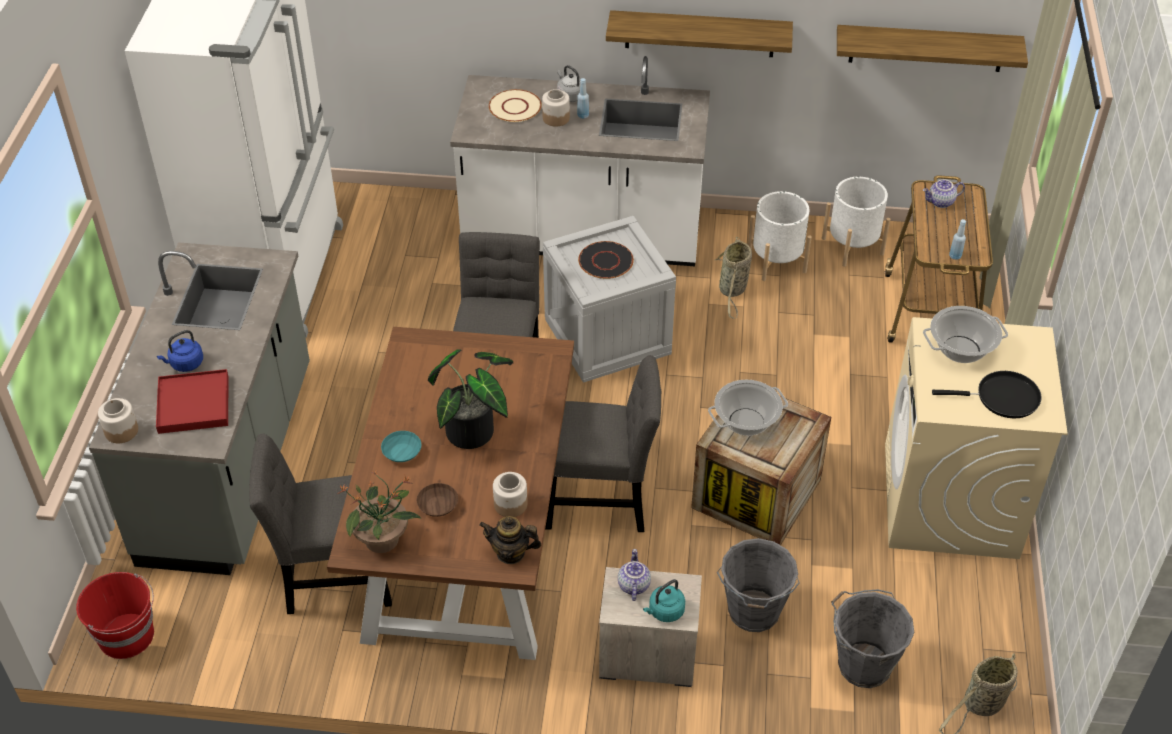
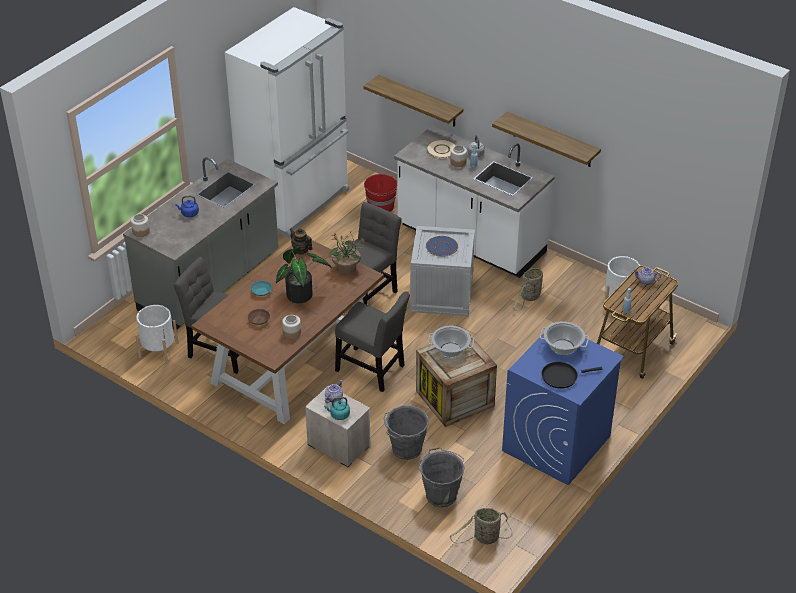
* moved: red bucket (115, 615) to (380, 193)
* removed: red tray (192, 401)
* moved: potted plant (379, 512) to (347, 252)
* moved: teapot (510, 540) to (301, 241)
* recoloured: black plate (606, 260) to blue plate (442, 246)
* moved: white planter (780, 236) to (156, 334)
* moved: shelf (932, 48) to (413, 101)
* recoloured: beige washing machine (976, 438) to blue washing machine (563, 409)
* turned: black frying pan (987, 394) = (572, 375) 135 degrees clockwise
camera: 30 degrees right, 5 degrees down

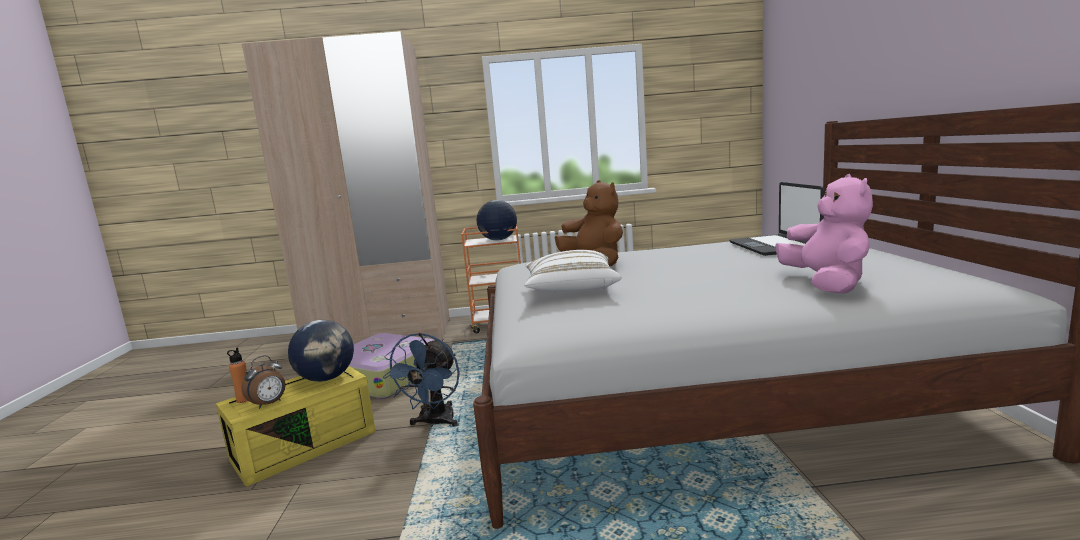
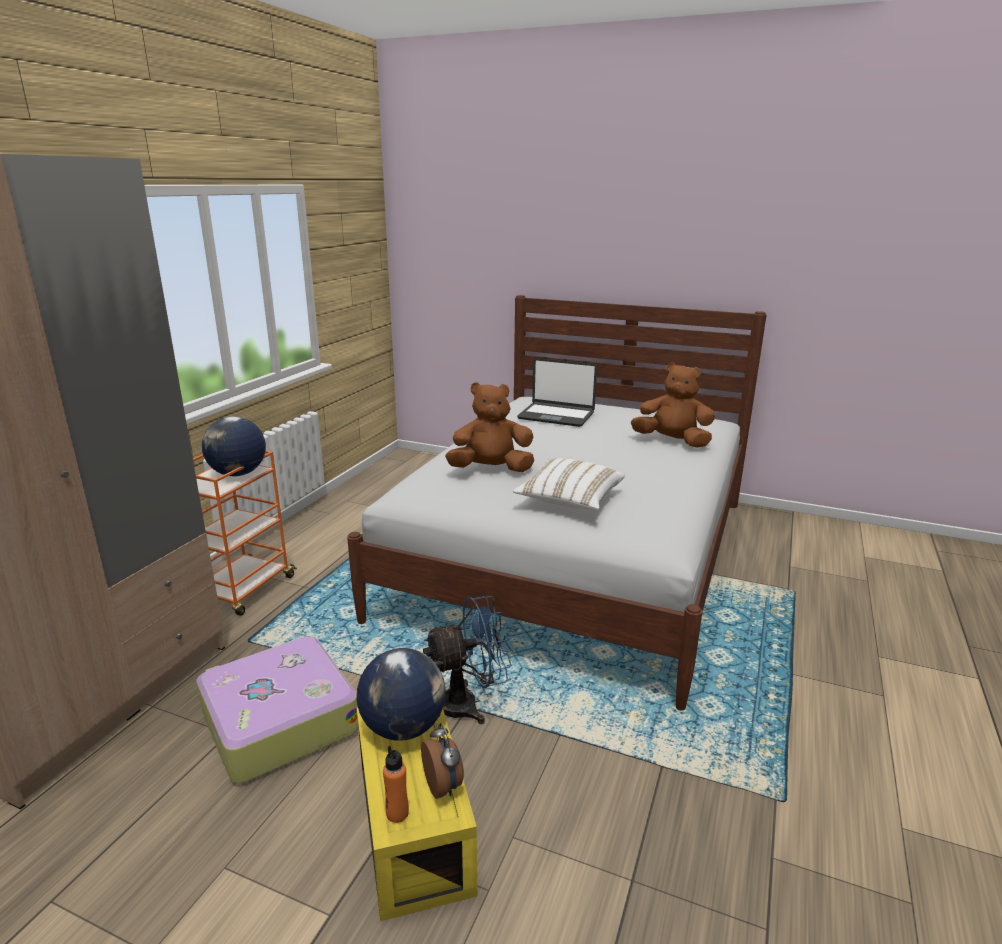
* turned: blue fan (421, 380) = (467, 660) 60 degrees counterclockwise
* recoloured: pink plush toy (824, 233) to brown plush toy (673, 405)
camera: 65 degrees left, 10 degrees up

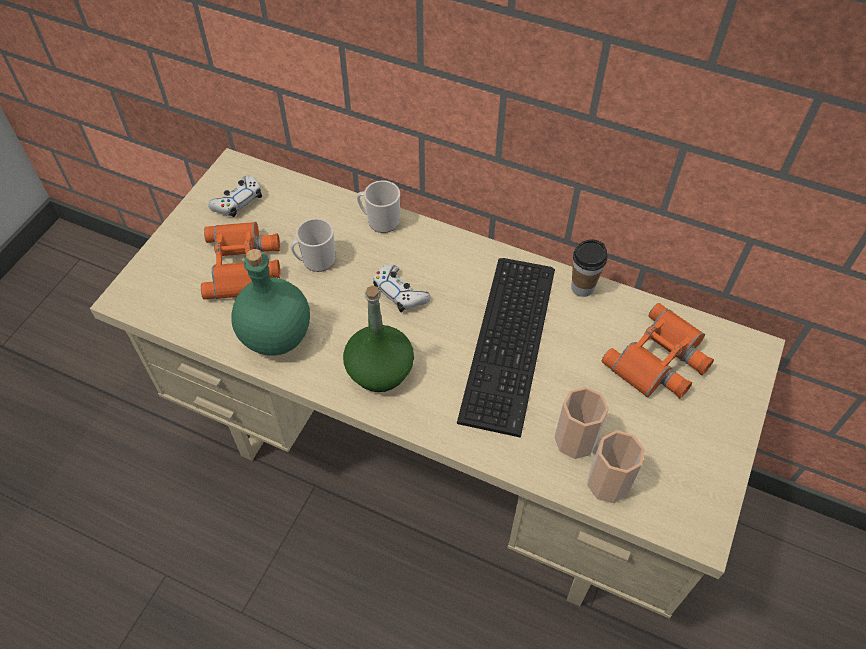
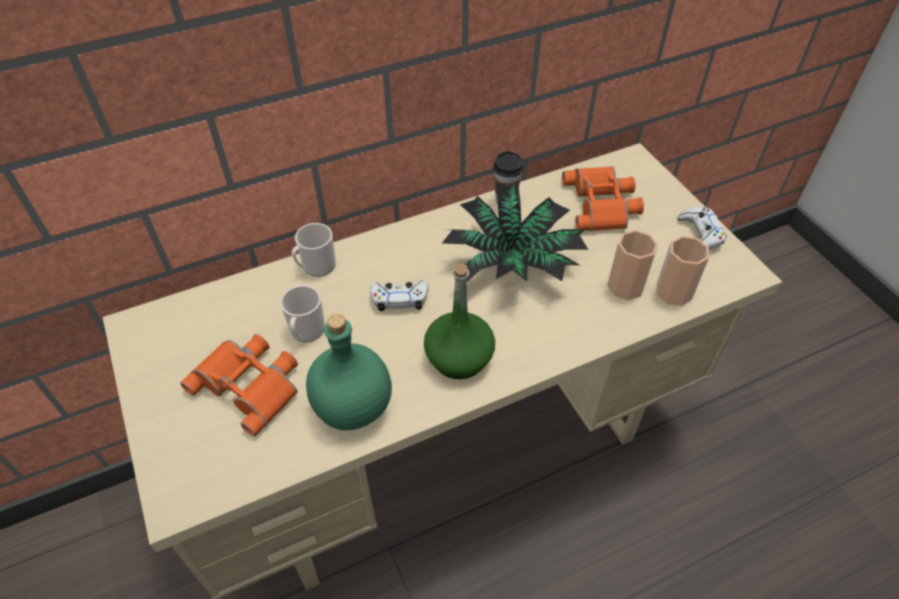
* moved: white game controller (235, 196) to (702, 228)
* replaced: keyboard (506, 347) to potted plant (515, 231)
camera: 50 degrees left, 5 degrees down

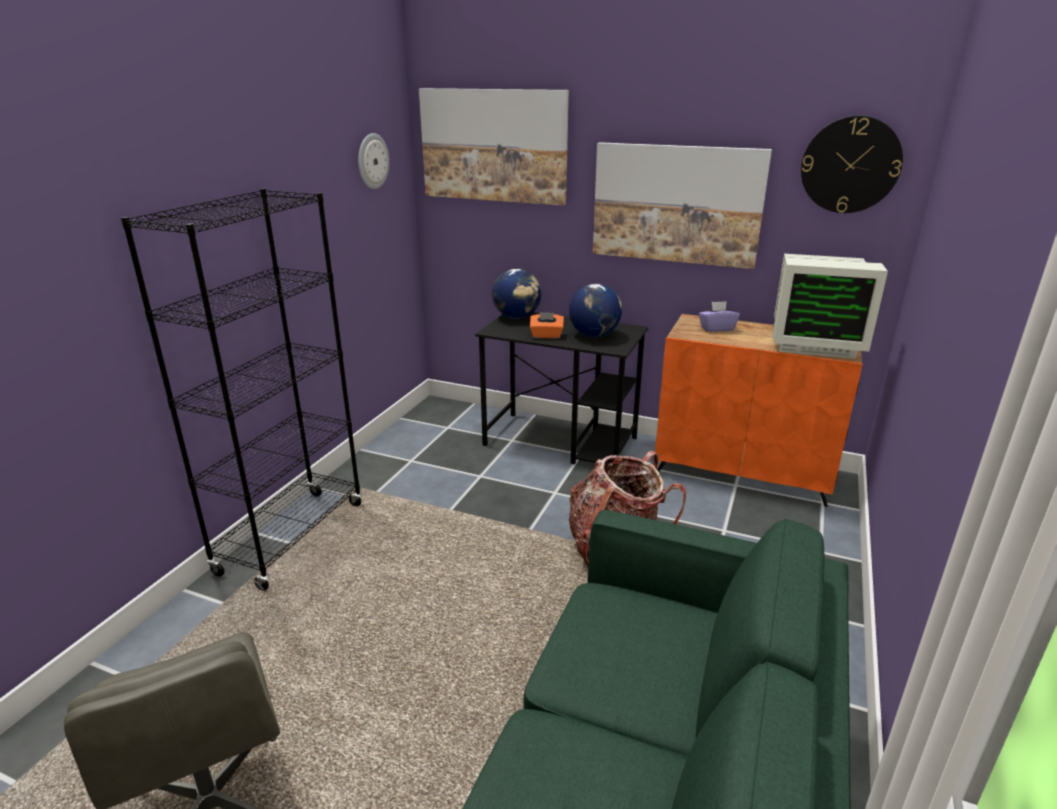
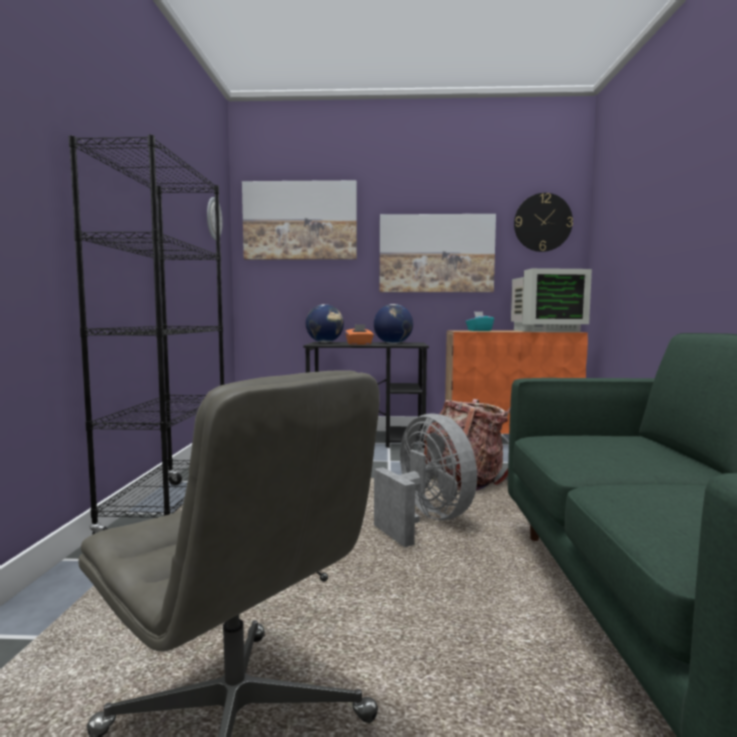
* recoloured: purple tissue box (719, 316) to turquoise tissue box (480, 321)
* added: grey fan (425, 480)
camera: 20 degrees left, 20 degrees down

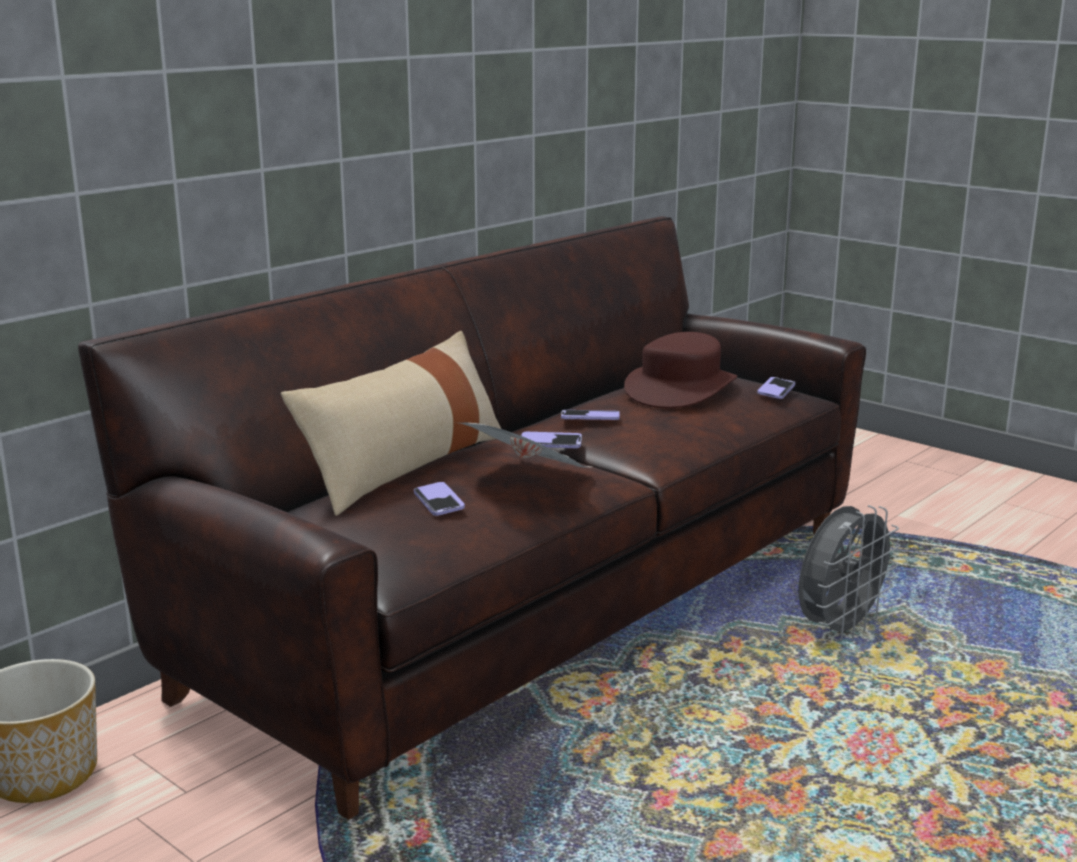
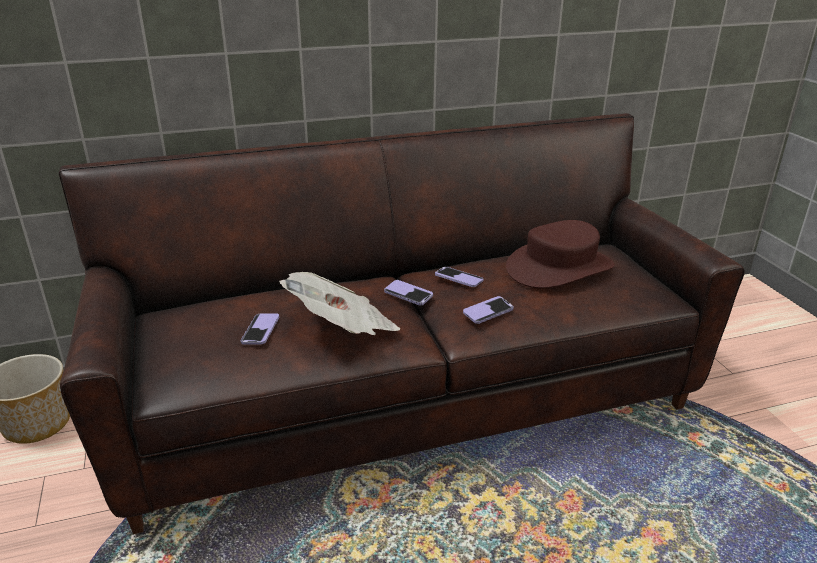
* removed: beige pillow (391, 423)
* moved: phone (776, 388) to (488, 310)
* removed: grey fan (849, 573)
camera: 30 degrees right, 10 degrees up

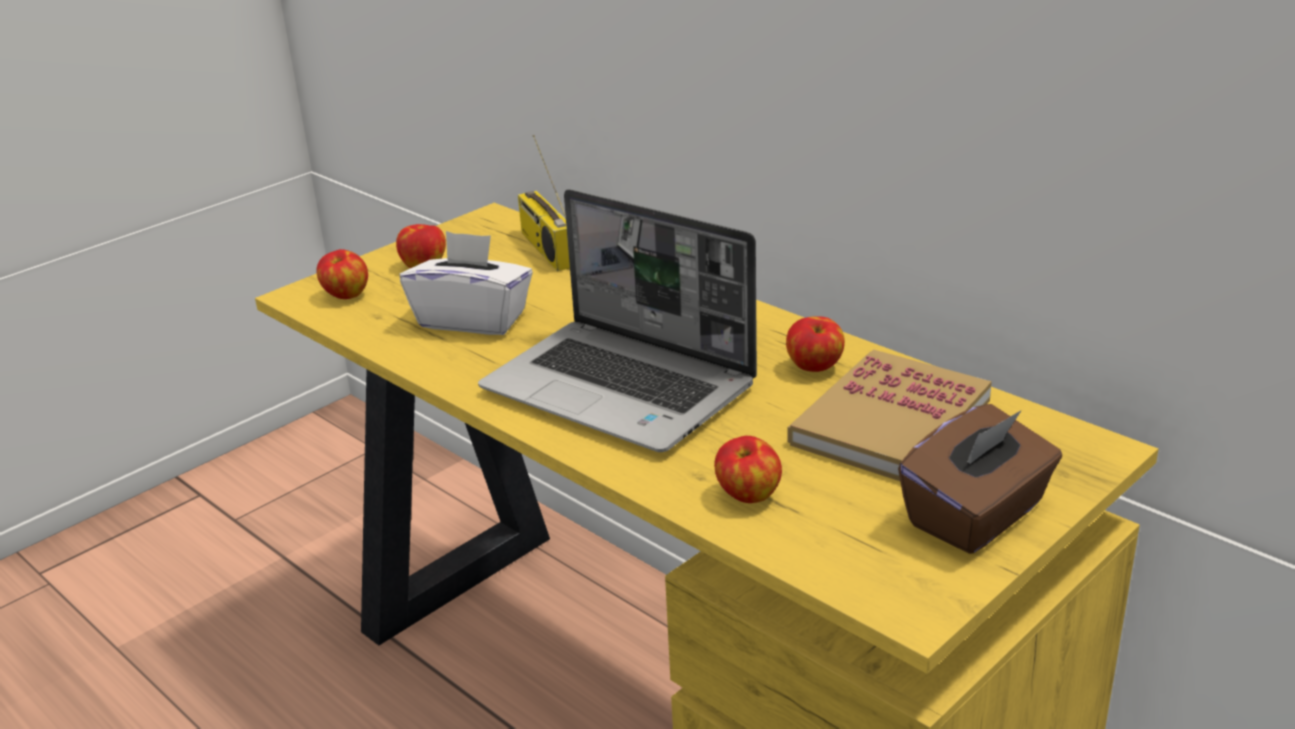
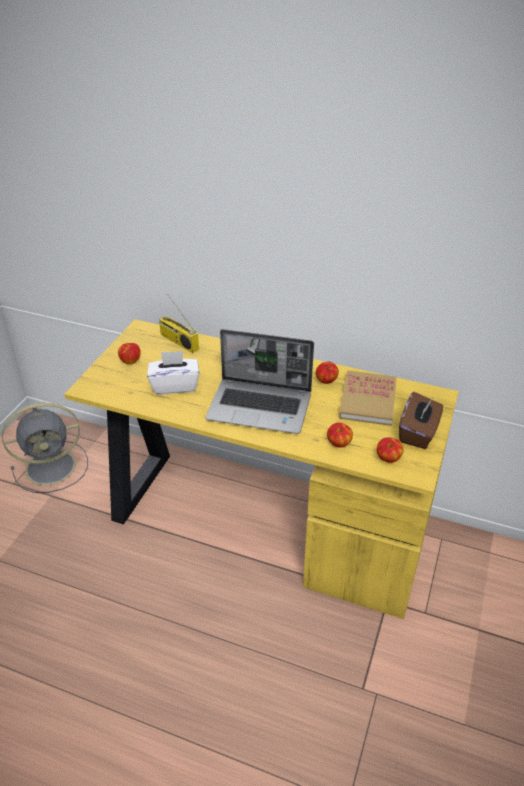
* moved: apple (342, 274) to (390, 450)
* added: grey fan (45, 448)
camera: 25 degrees left, 10 degrees up

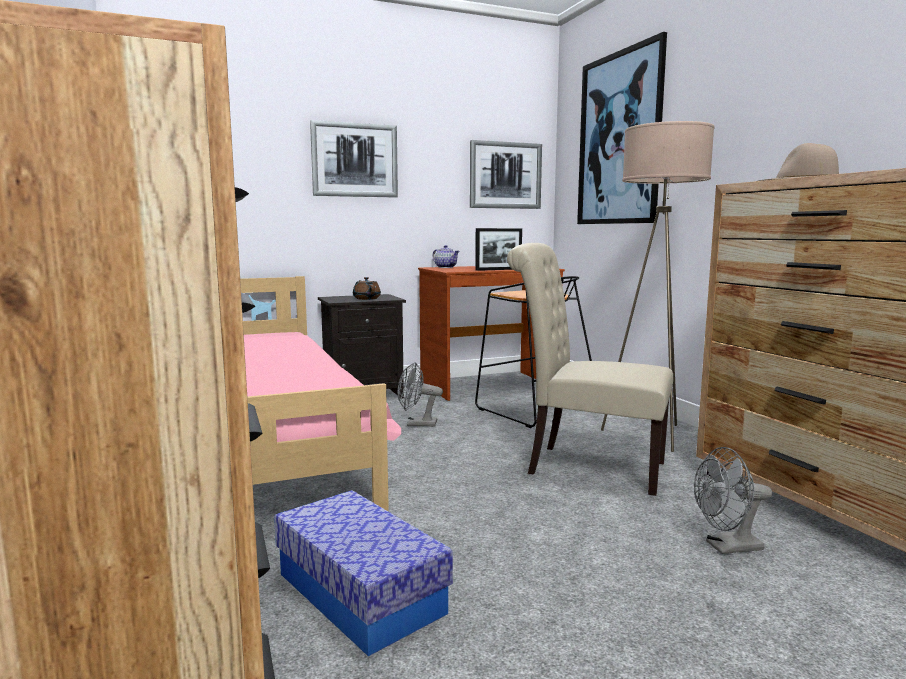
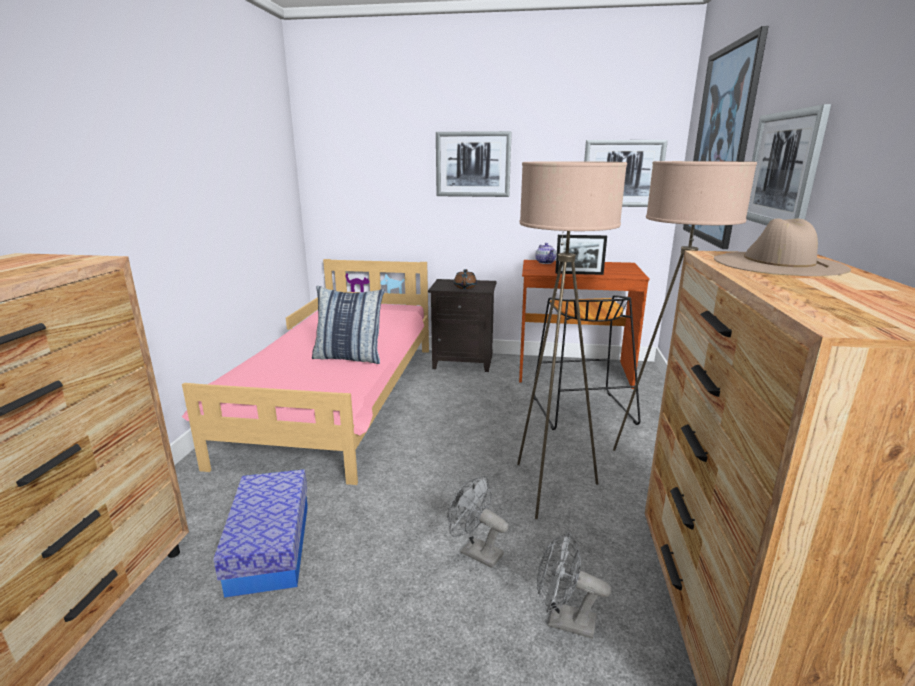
* moved: grey fan (420, 394) to (478, 522)
* replaced: beige chair (590, 369) to beige floor lamp (572, 340)
* added: pillow (348, 325)
* added: picture (788, 165)
camera: 30 degrees right, 10 degrees up

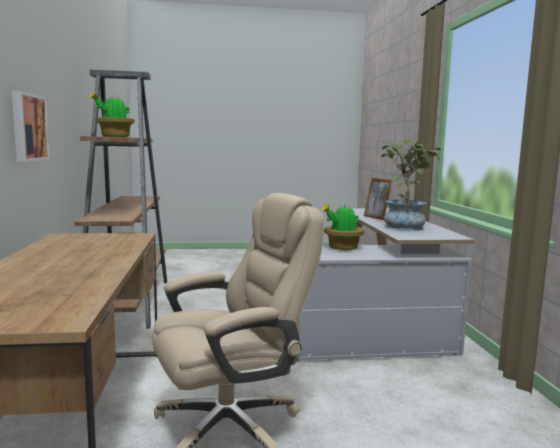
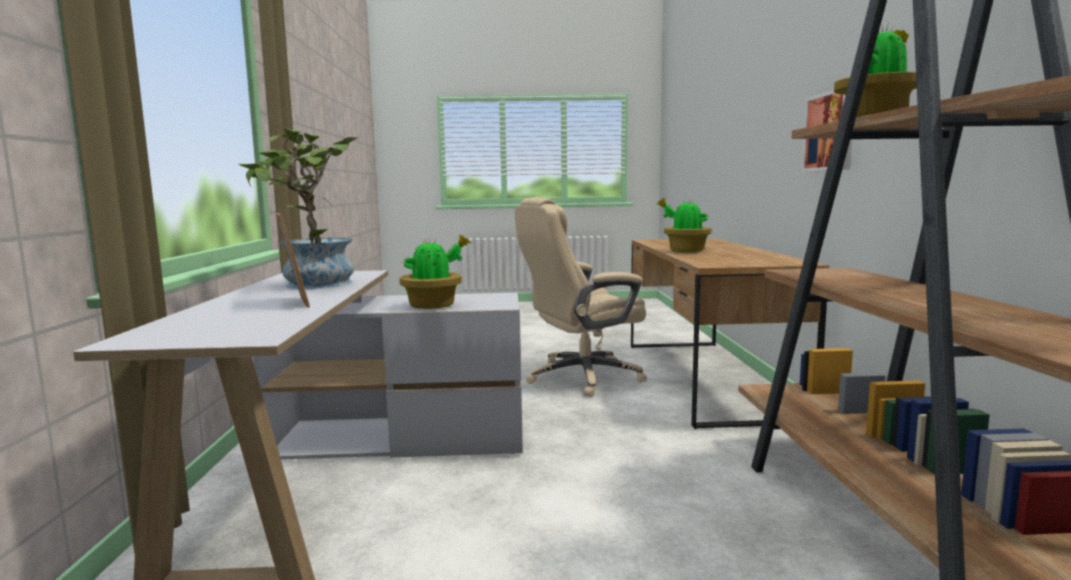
* added: potted plant (684, 225)
camera: 175 degrees left, 0 degrees up

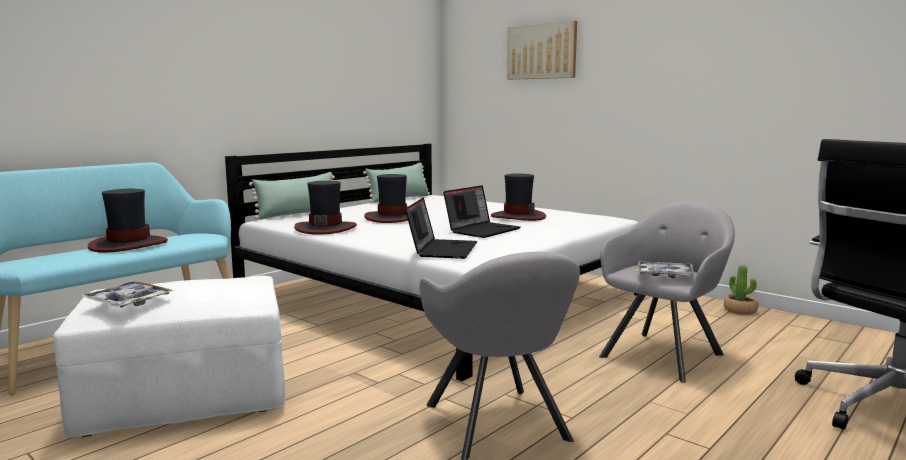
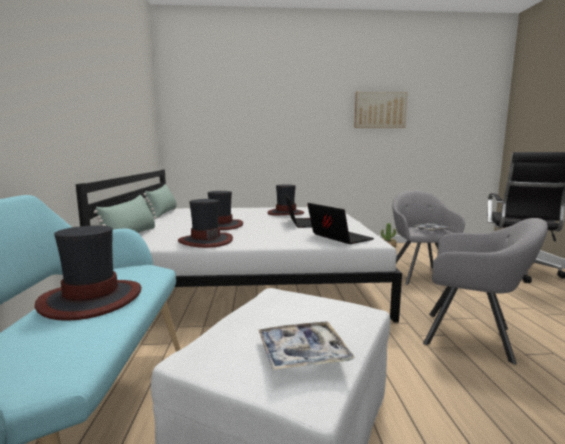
* moved: picture (542, 50) to (380, 110)
camera: 45 degrees left, 0 degrees up

